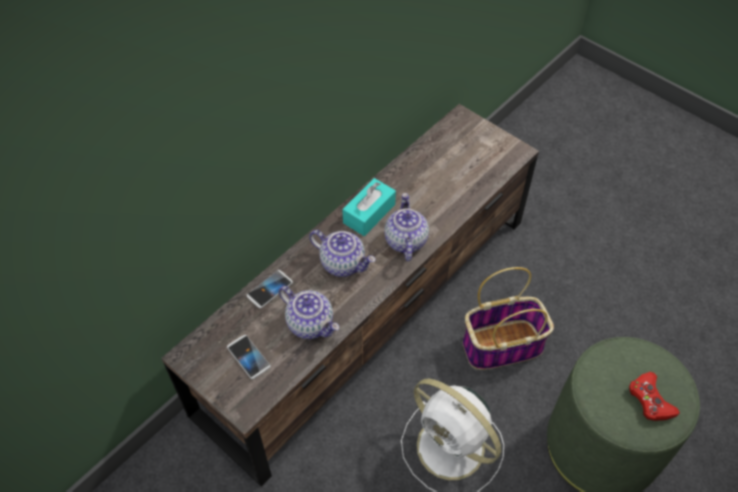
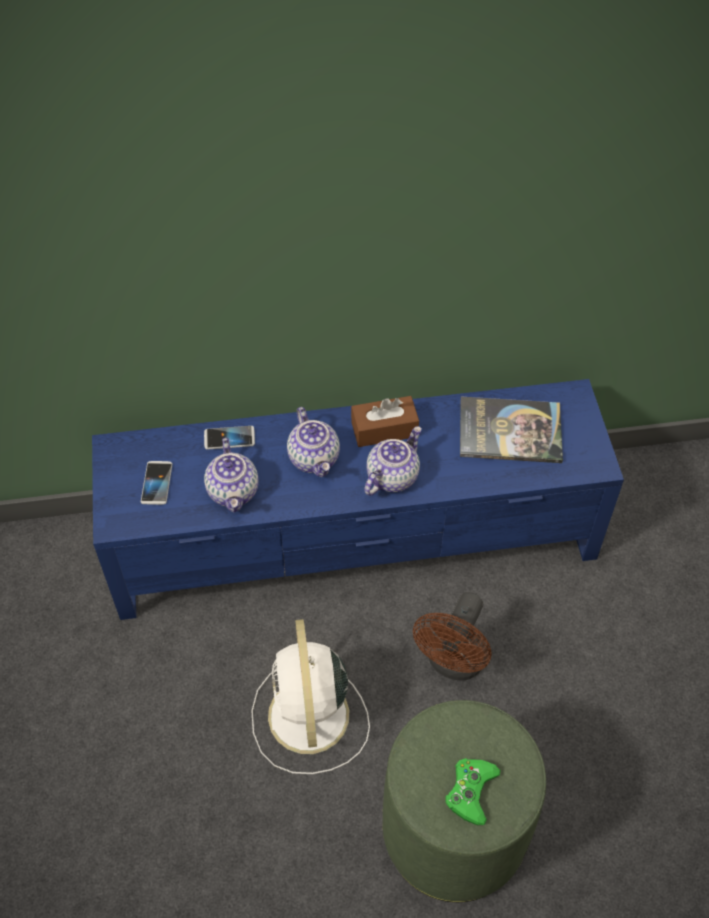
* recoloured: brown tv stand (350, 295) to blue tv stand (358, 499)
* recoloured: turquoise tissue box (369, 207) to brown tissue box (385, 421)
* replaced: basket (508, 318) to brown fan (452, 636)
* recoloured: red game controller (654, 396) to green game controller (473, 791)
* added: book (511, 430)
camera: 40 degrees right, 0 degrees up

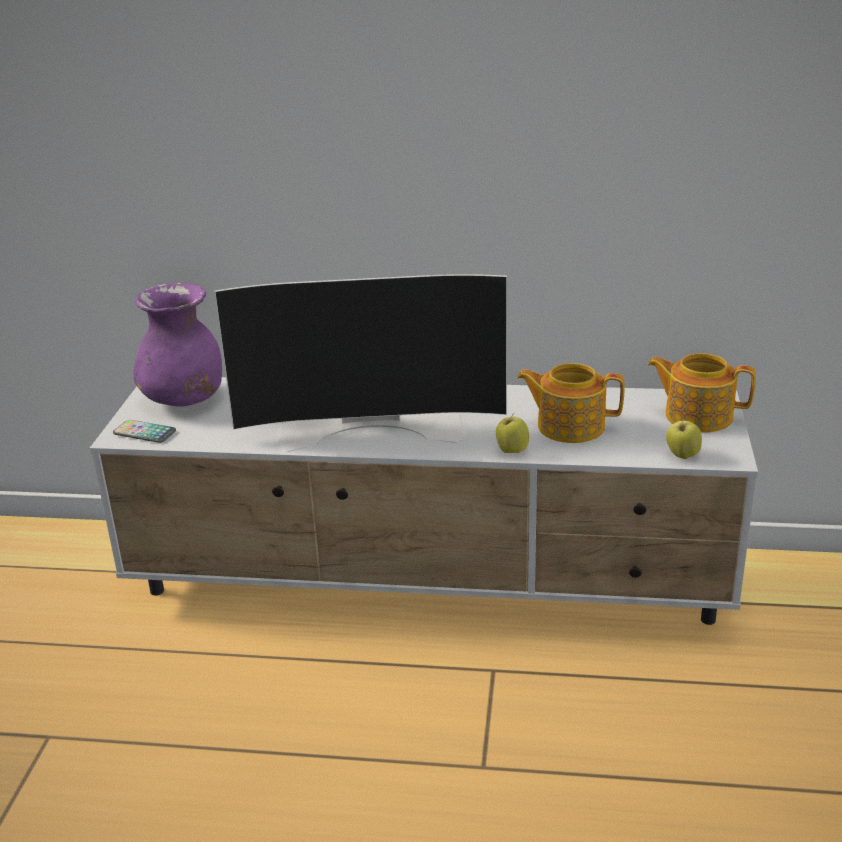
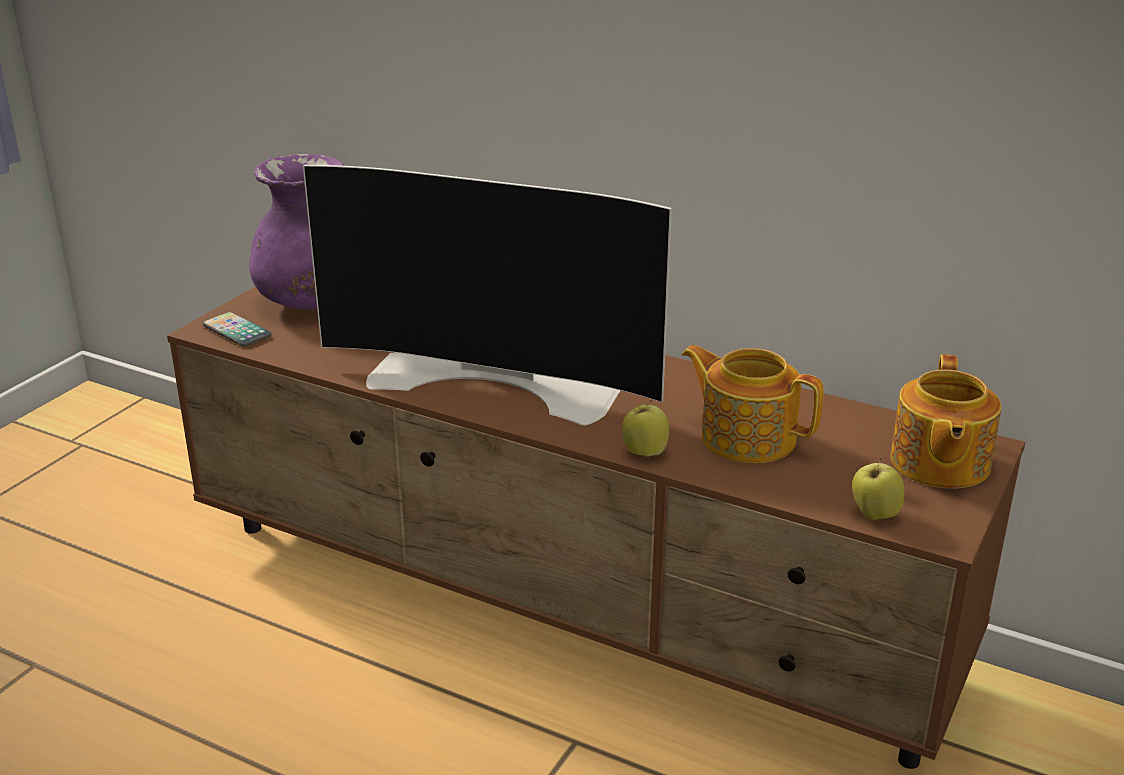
* recoloured: white tv stand (424, 501) to brown tv stand (596, 527)
* turned: teapot (701, 392) = (945, 421) 120 degrees counterclockwise
camera: 20 degrees right, 0 degrees up

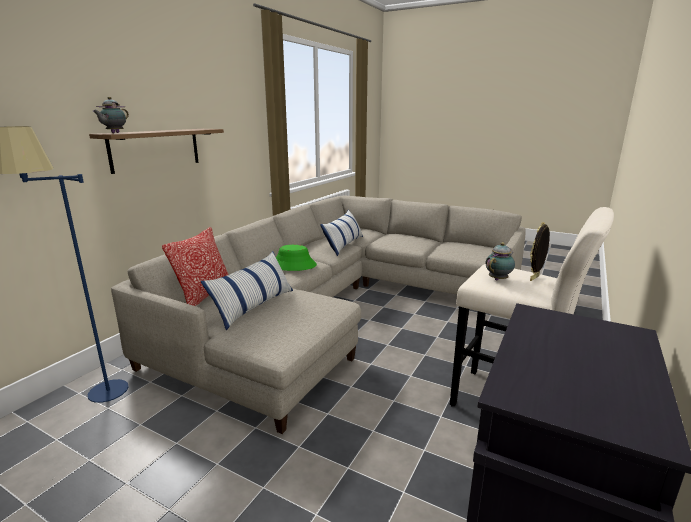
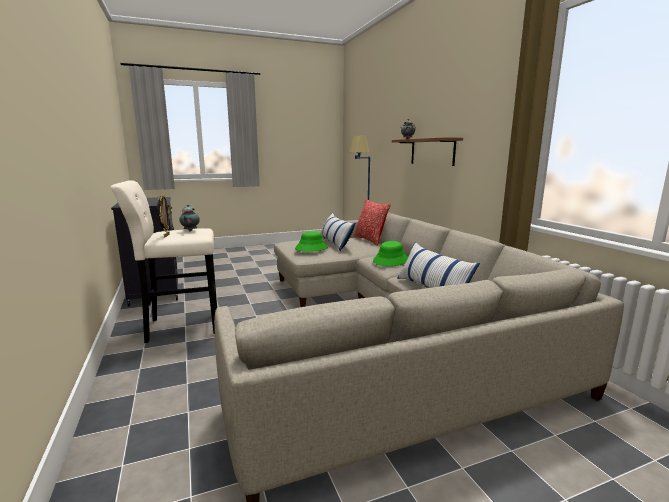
* added: green hat (311, 242)
camera: 130 degrees right, 5 degrees down

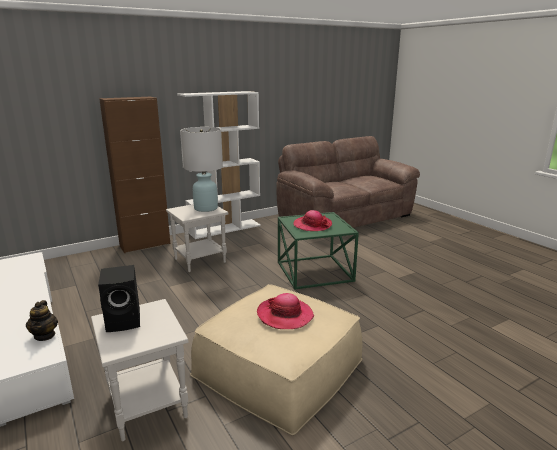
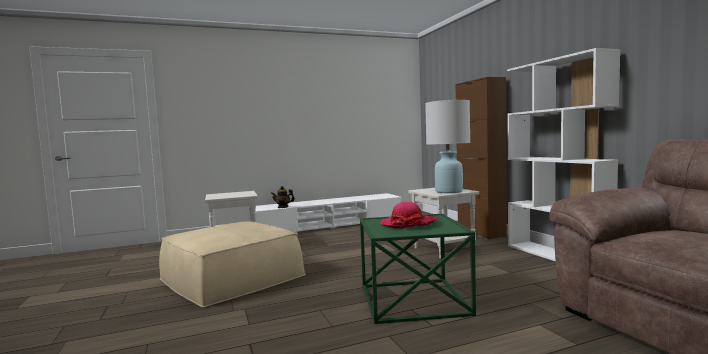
* removed: black speaker (119, 298)
* removed: hat (285, 311)
camera: 100 degrees right, 15 degrees down

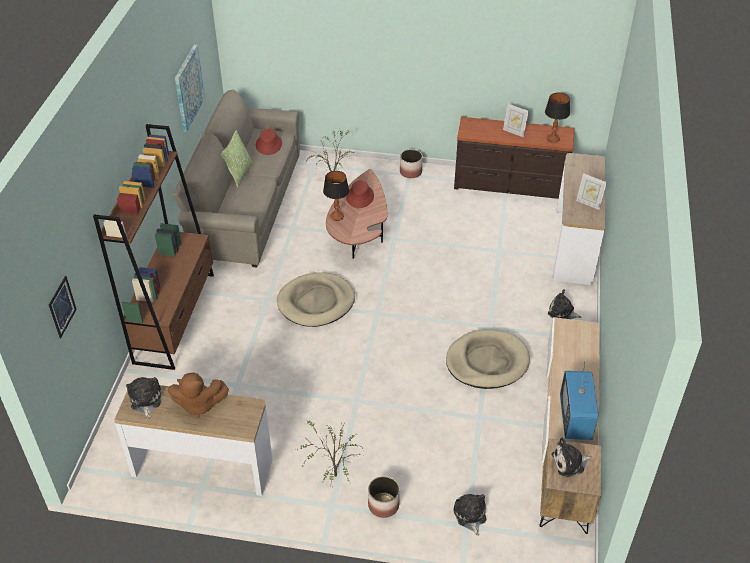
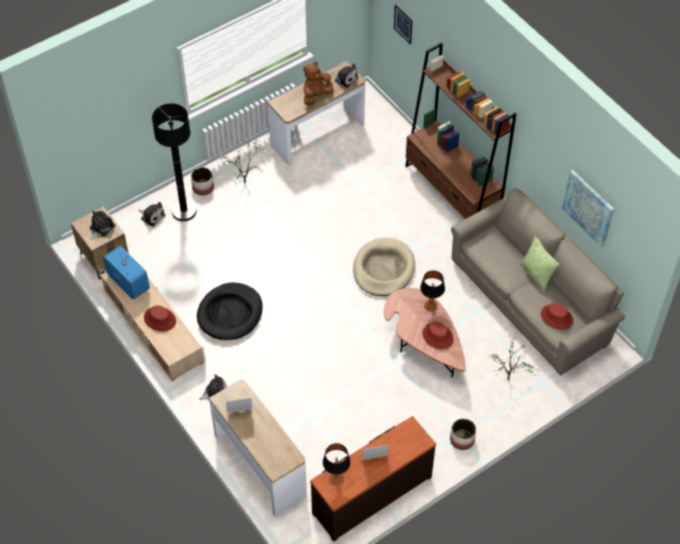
* recoloured: beige dog bed (488, 359) to black dog bed (229, 311)
* added: red hat (160, 318)
* added: black floor lamp (174, 162)
camera: 135 degrees right, 10 degrees up

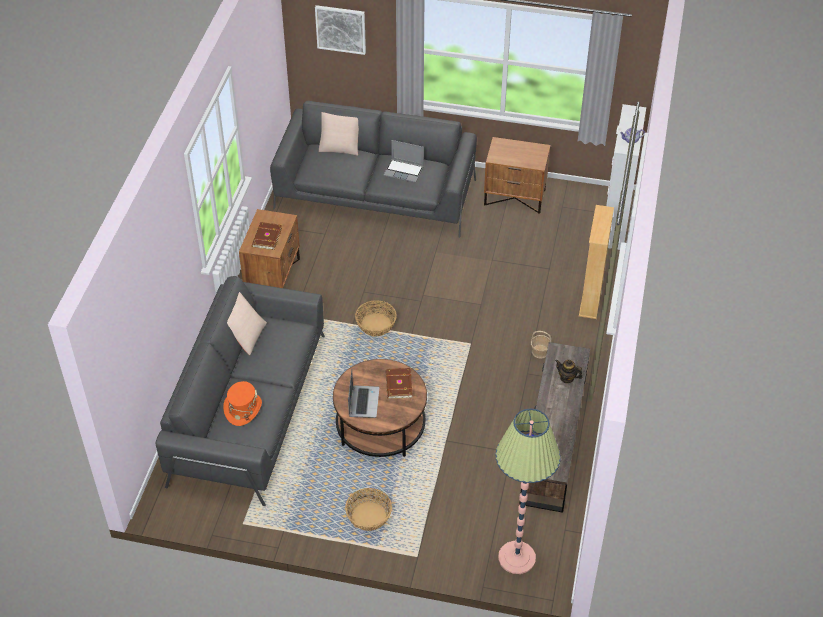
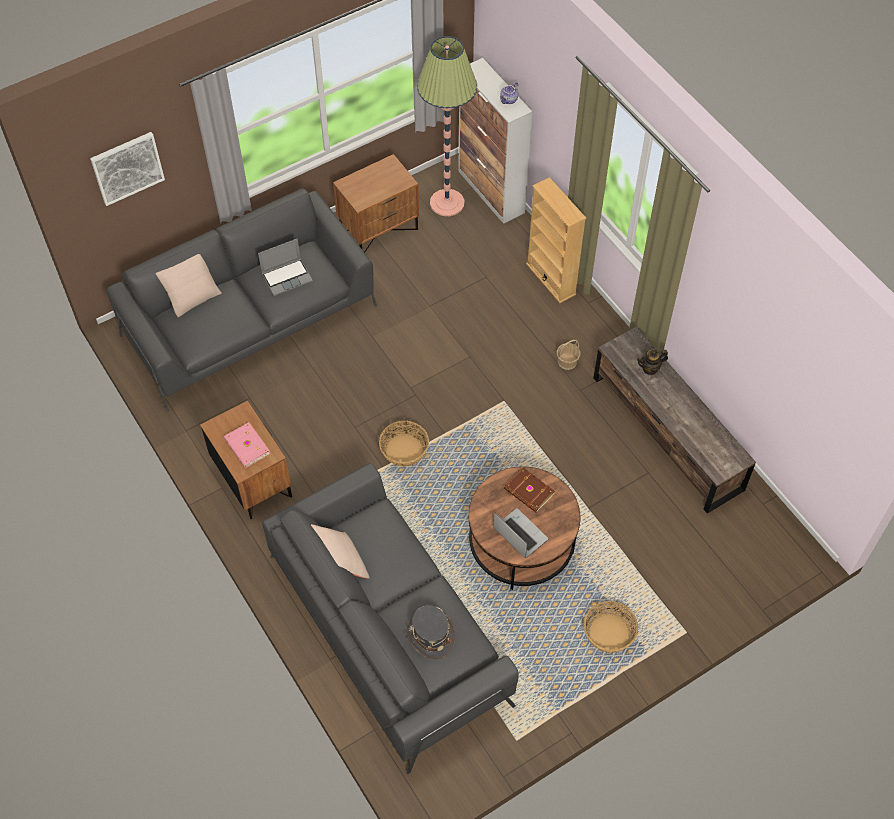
* recoloured: orange hat (242, 403) to grey hat (430, 632)
* recoloured: brown book (267, 236) to pink book (247, 445)
* moved: floor lamp (528, 491) to (447, 126)
camera: 45 degrees left, 10 degrees up

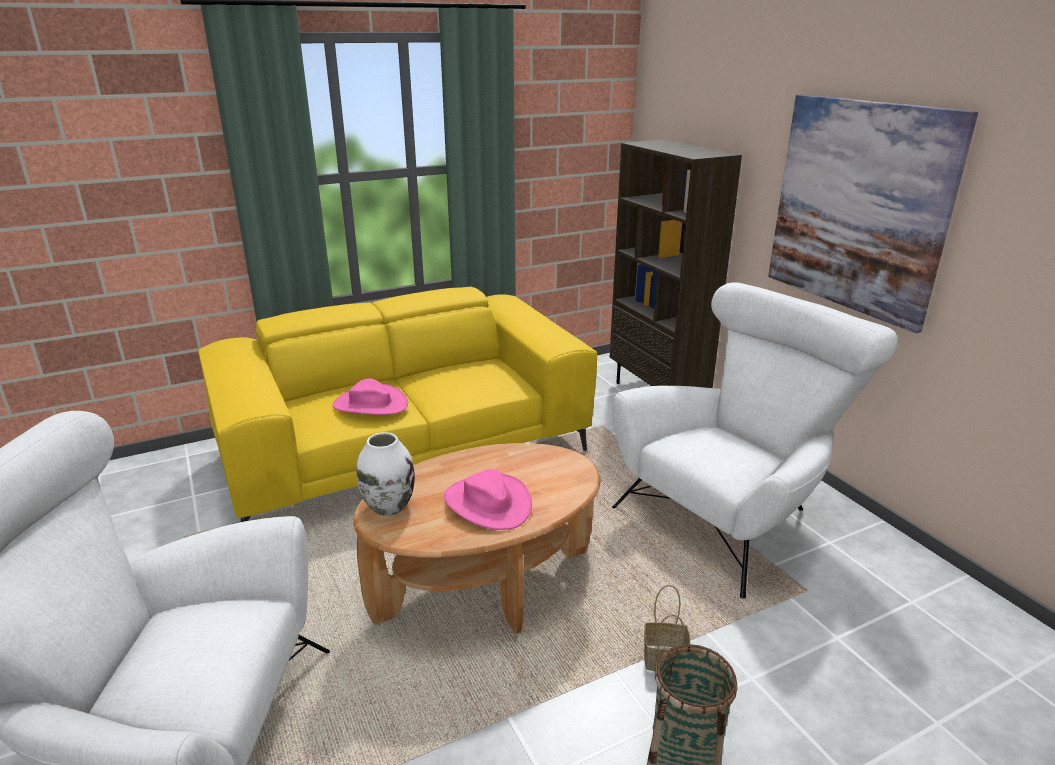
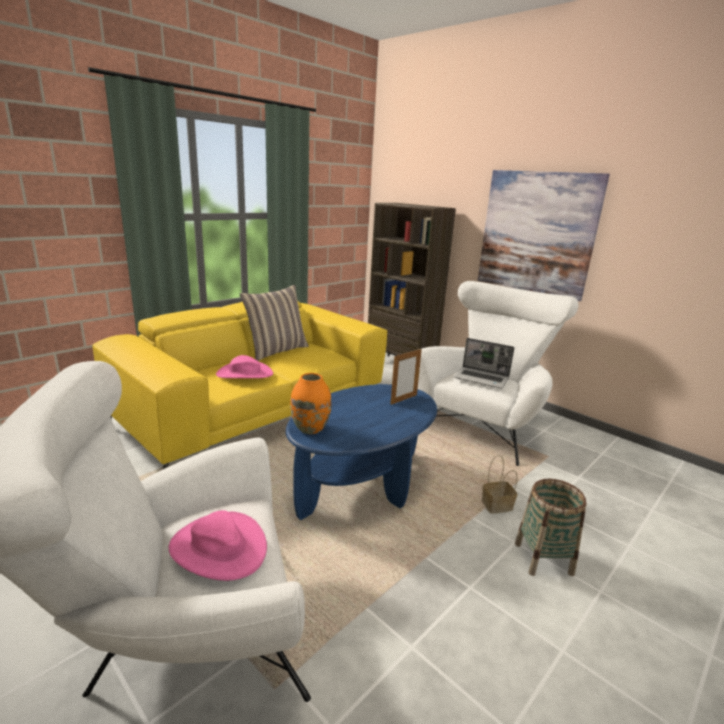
* recoloured: brown coffee table (477, 538) to blue coffee table (361, 452)
* recoloured: white vase (386, 474) to orange vase (311, 403)
* moved: pink hat (488, 499) to (218, 545)
* added: pillow (274, 323)
* added: picture frame (406, 377)
* added: laptop (484, 363)
camera: 20 degrees left, 5 degrees down

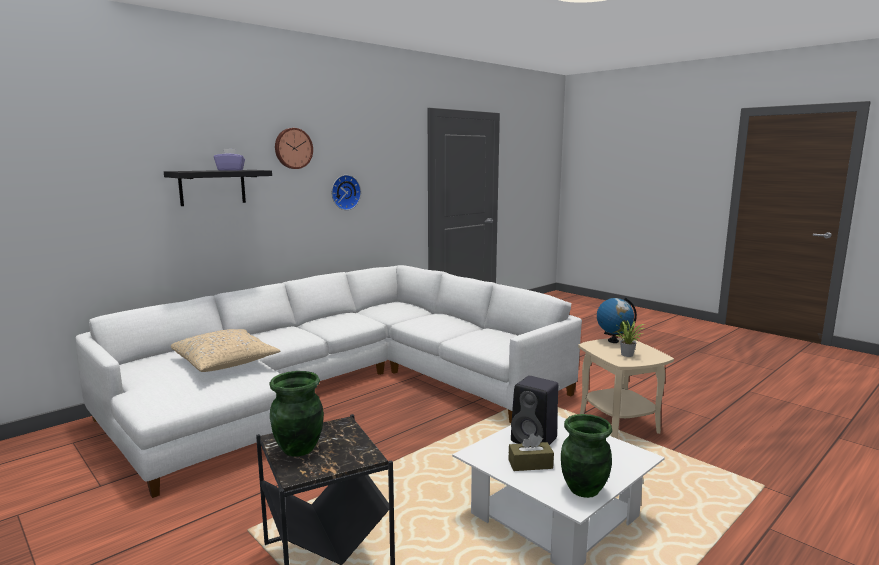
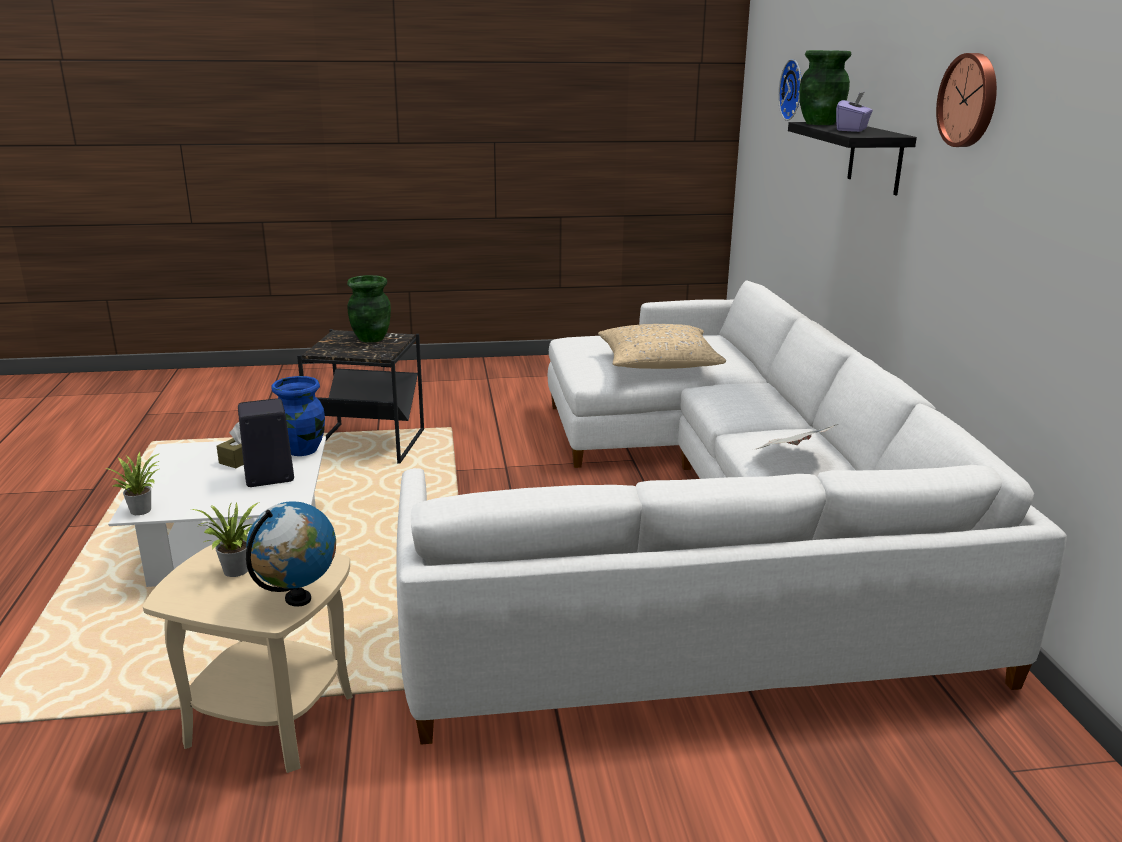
* moved: wall clock (346, 192) to (790, 90)
* moved: green vase (586, 456) to (825, 87)
* added: potted plant (132, 483)
* added: blue vase (298, 416)
* added: newspaper (796, 437)
camera: 125 degrees right, 10 degrees up

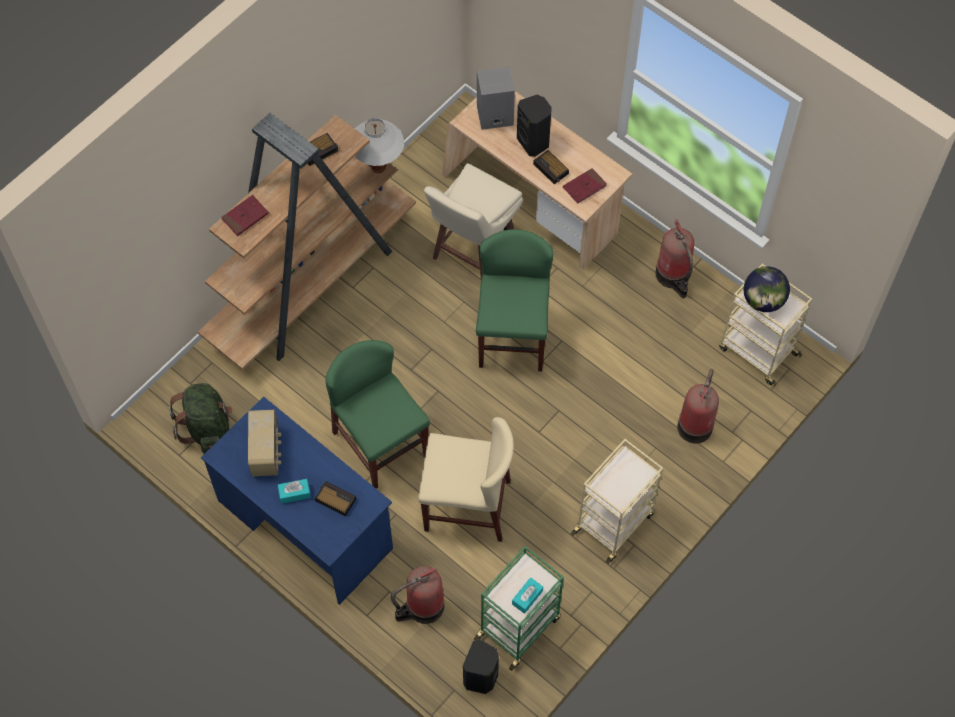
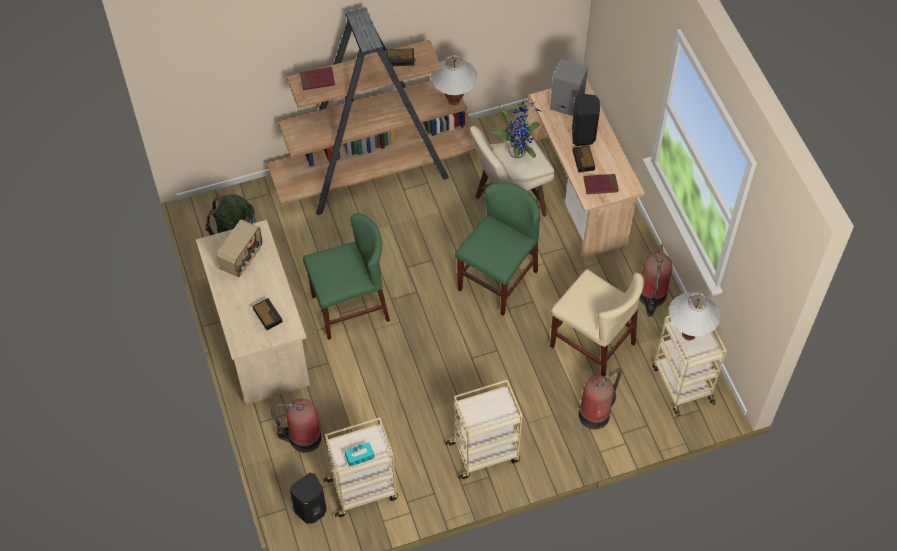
* recoloured: blue desk (297, 500) to beige desk (253, 312)
* removed: turquoise tissue box (294, 491)
* turned: green chair (377, 414) = (346, 276) 75 degrees clockwise
* moved: beige chair (466, 479) to (597, 322)
* recoloured: green cart (519, 608) to beige cart (361, 467)
* replaced: globe (767, 289) to white table lamp (694, 316)
* added: potted plant (515, 129)
camera: 30 degrees right, 5 degrees down

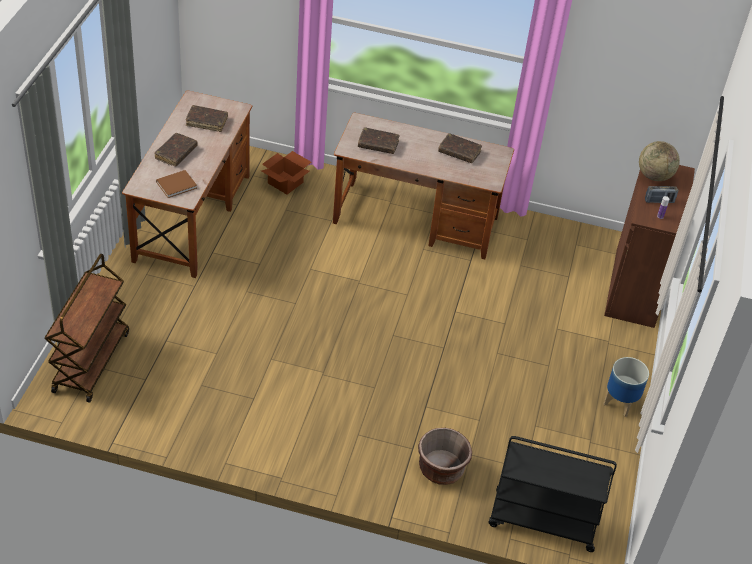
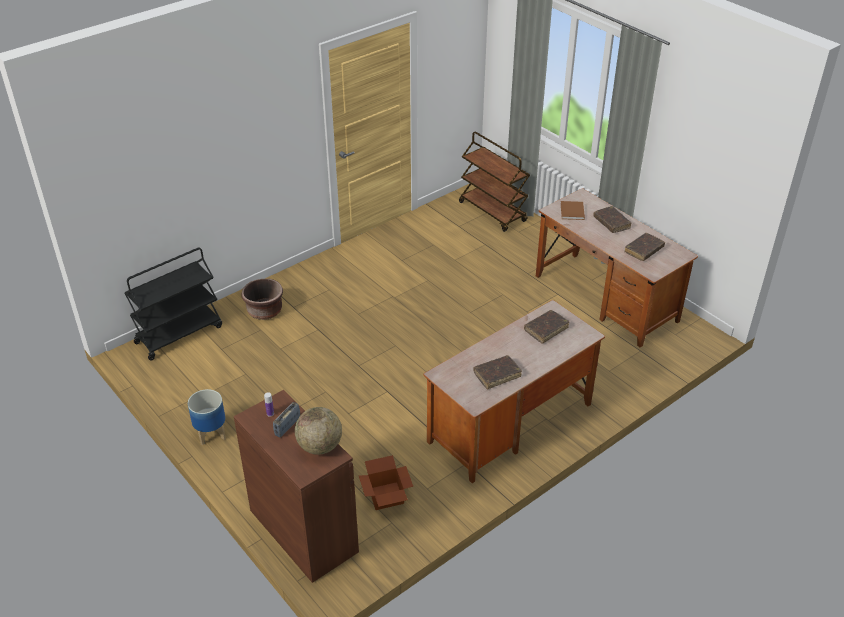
* moved: cardboard box (286, 172) to (386, 482)
camera: 130 degrees right, 5 degrees down

